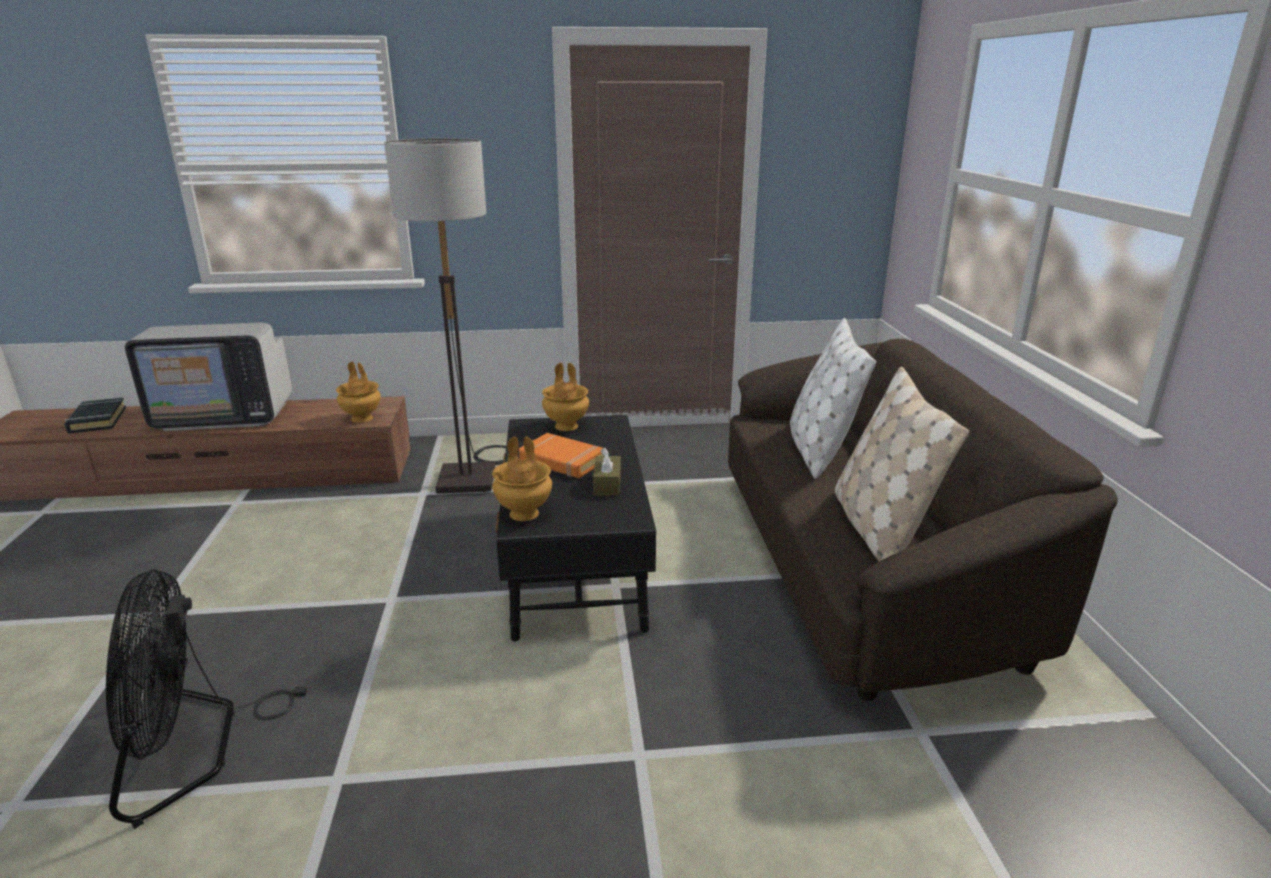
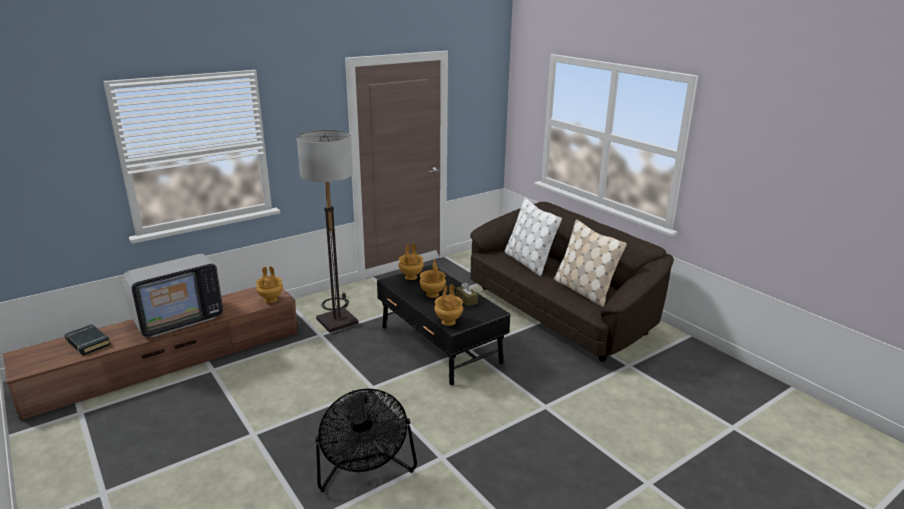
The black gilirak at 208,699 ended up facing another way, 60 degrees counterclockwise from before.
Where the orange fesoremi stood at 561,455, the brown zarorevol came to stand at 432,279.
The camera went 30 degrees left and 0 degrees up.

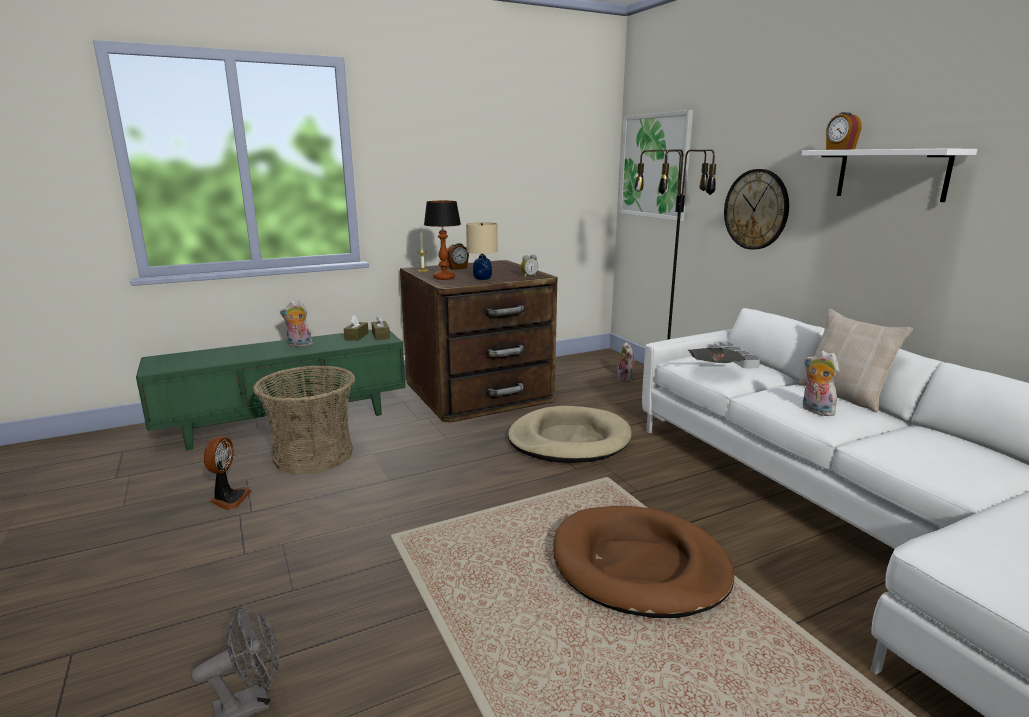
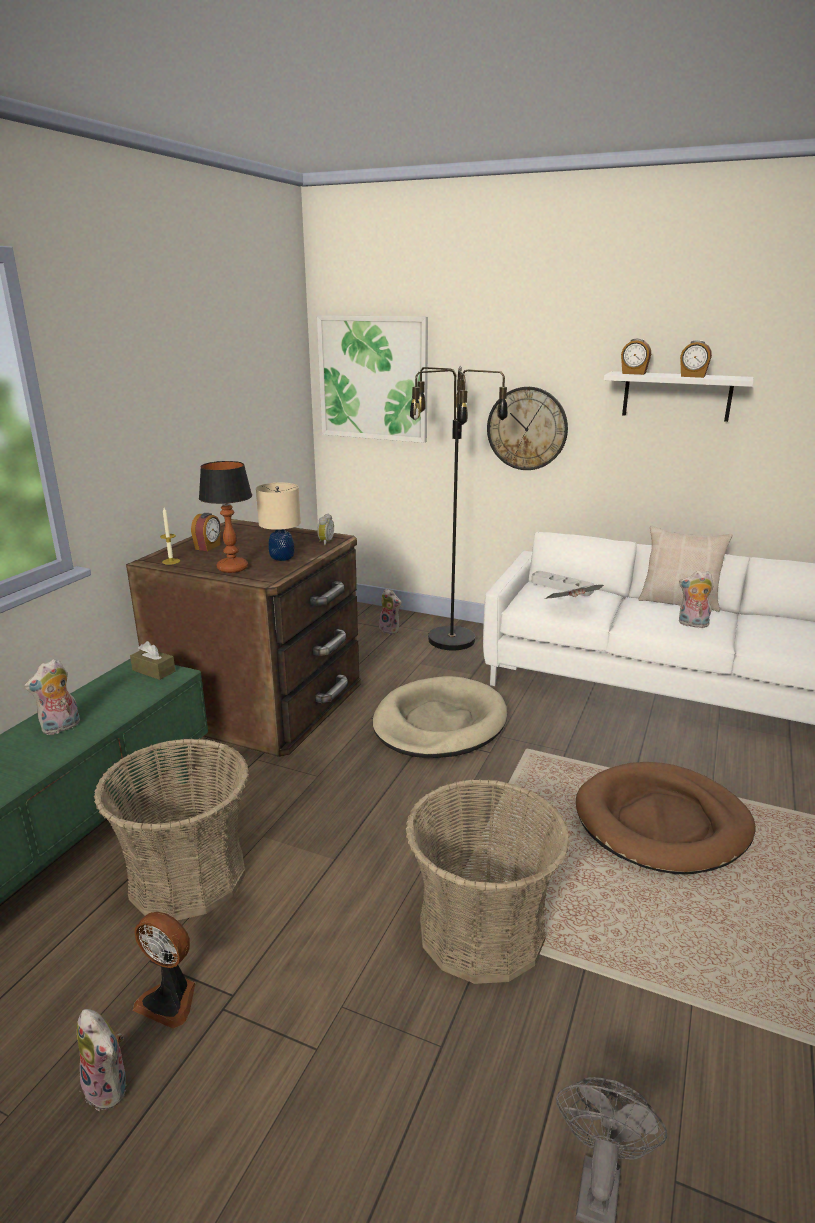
The second view gained the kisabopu at 101,1060.
The gilirak at 227,473 ended up facing another way, 150 degrees clockwise from before.
The second view gained the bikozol at 488,881.
The second view gained the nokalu at 696,359.
The second view lost the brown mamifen at 356,328.
The camera went 40 degrees left and 5 degrees up.

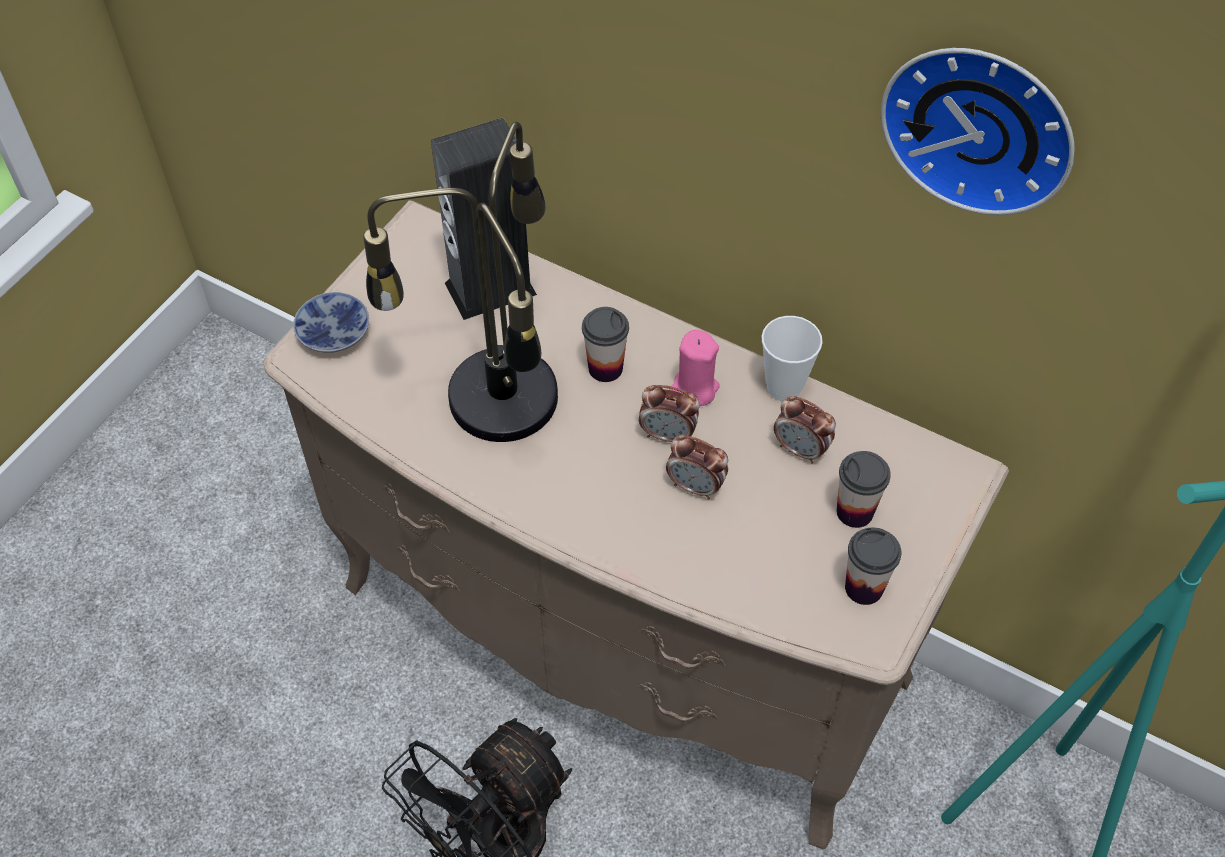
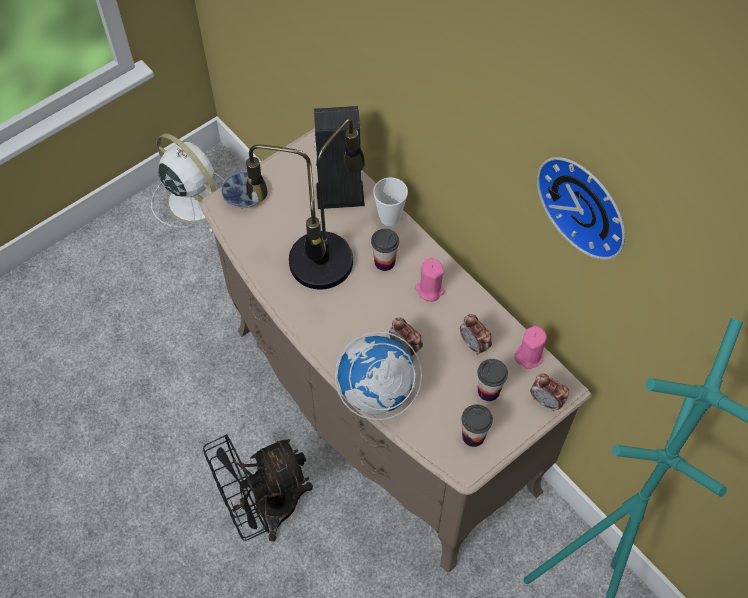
The second view gained the white gilirak at 188,183.
The second view gained the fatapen at 378,376.
The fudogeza ended up elsewhere, having gone from 792,358 to 390,202.
The second view gained the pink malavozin at 531,347.
The nokalu ended up elsewhere, having gone from 669,413 to 549,392.
The camera went 20 degrees right and 5 degrees up.

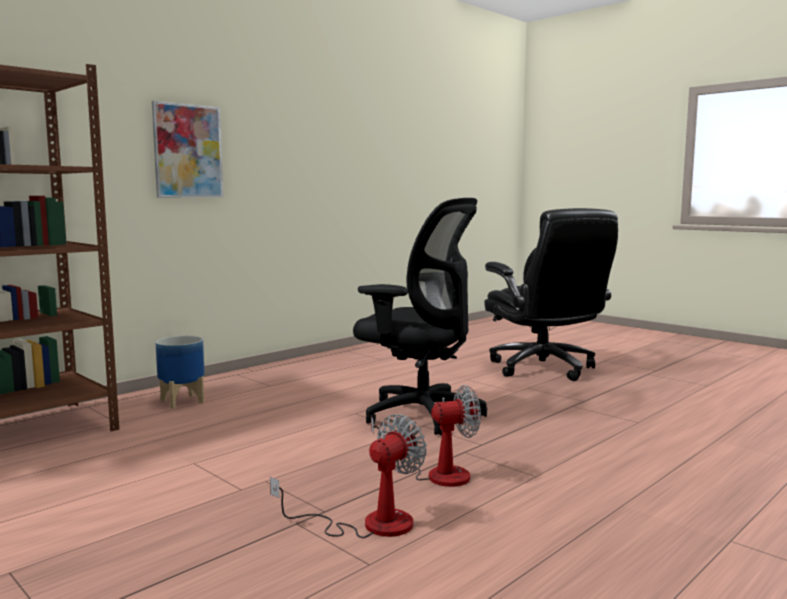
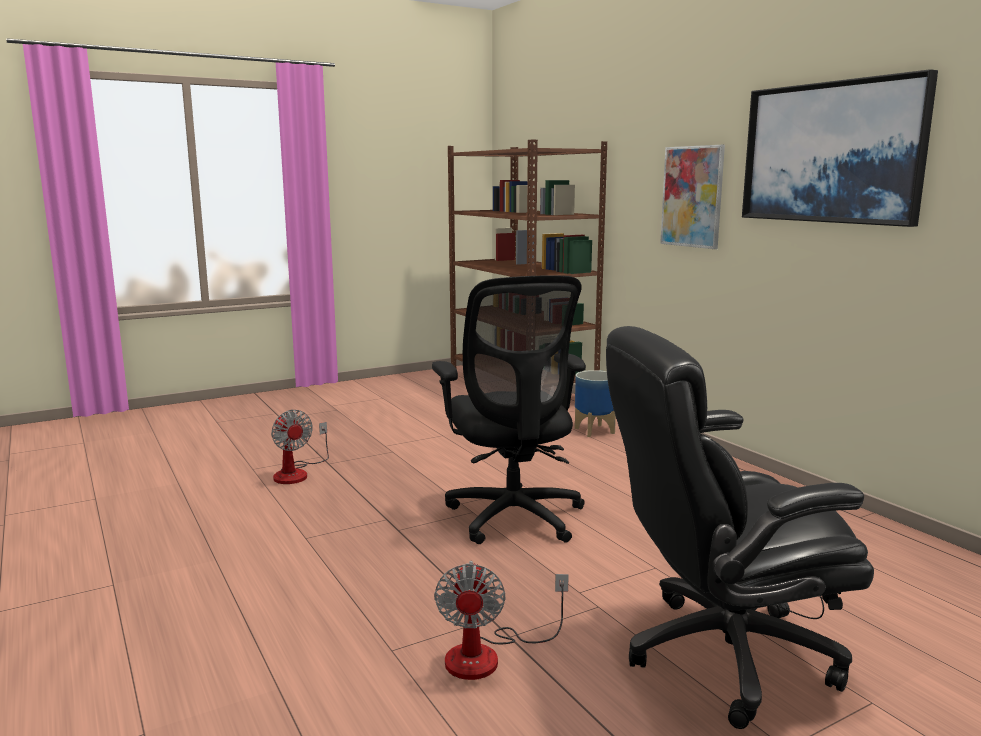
The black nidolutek at 420,316 ended up facing another way, 60 degrees counterclockwise from before.
The gilirak ended up elsewhere, having gone from 426,436 to 501,620.
The second view gained the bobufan at 840,148.
The camera went 105 degrees right and 5 degrees up.

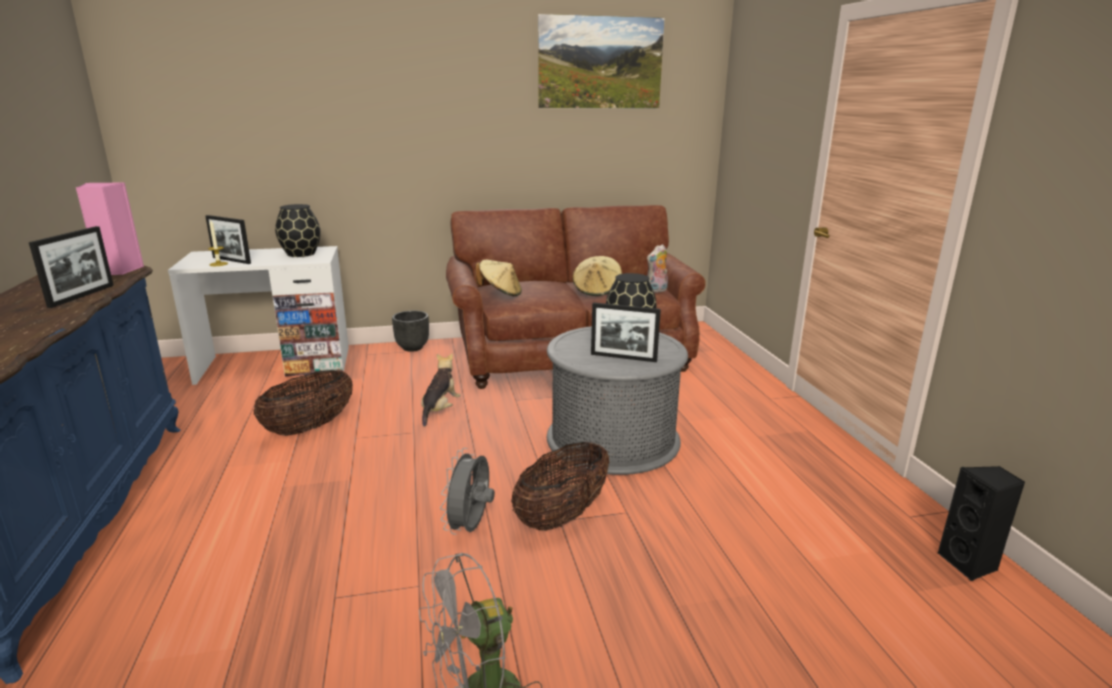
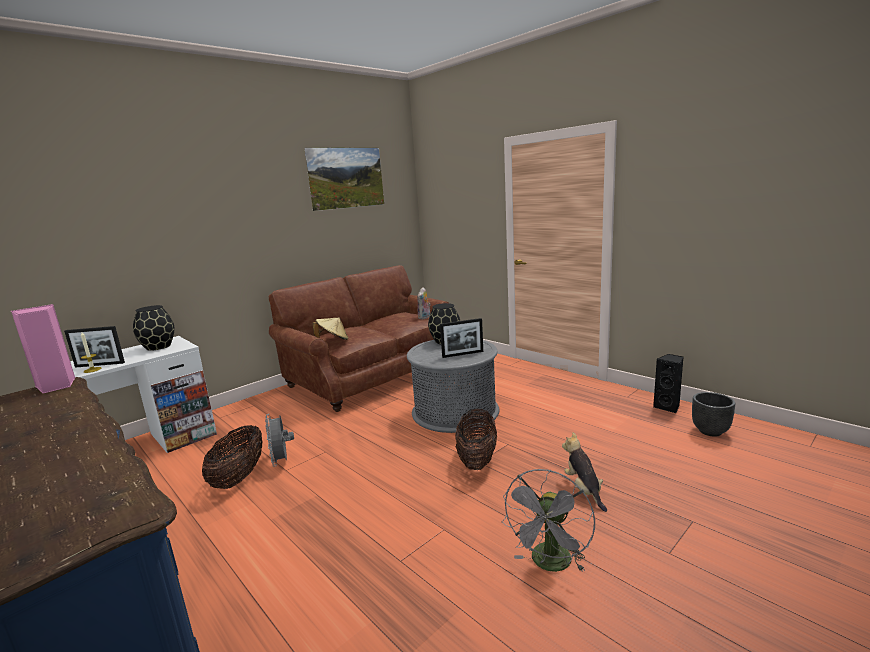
The grey gilirak ended up elsewhere, having gone from 467,491 to 279,440.
The kisabopu ended up elsewhere, having gone from 441,390 to 584,472.
The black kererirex ended up elsewhere, having gone from 410,331 to 713,414.
The second view lost the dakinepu at 71,267.
The second view lost the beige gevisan at 597,276.
The camera went 30 degrees left and 5 degrees down.

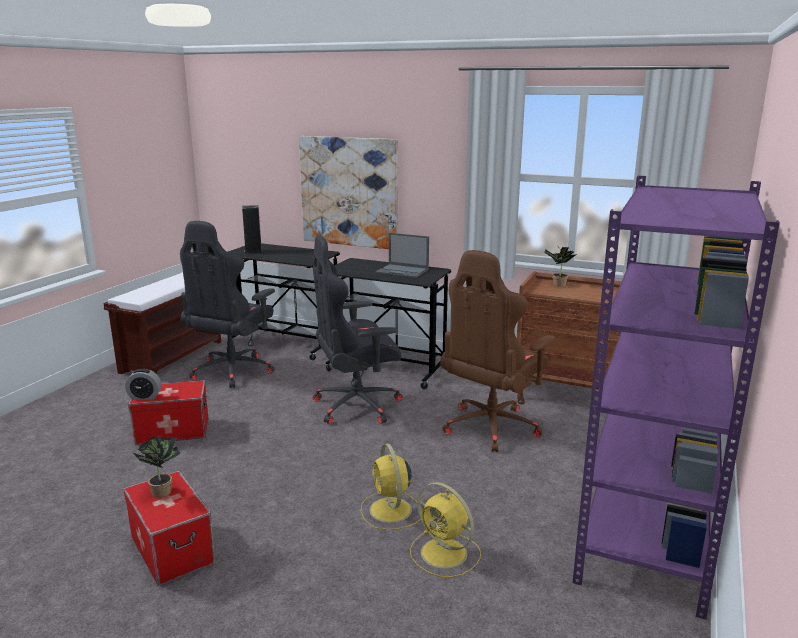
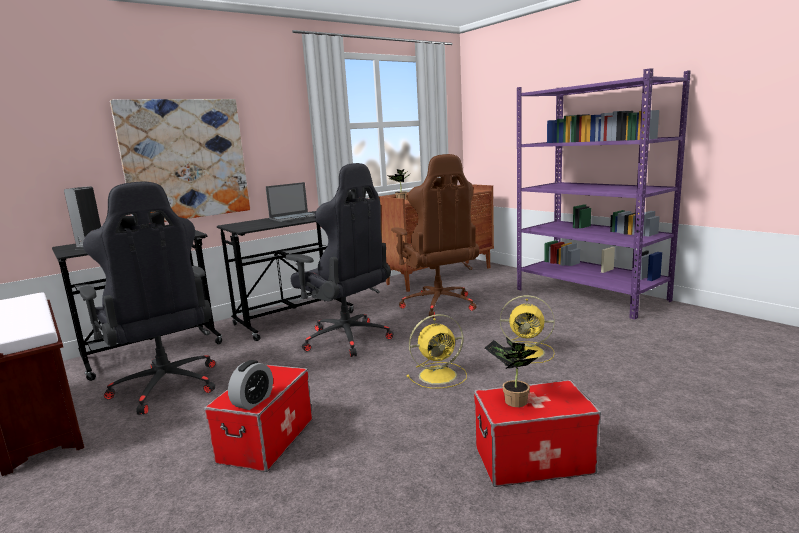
The black nidolutek at 358,329 ended up facing another way, 60 degrees counterclockwise from before.
The yellow gilirak ended up elsewhere, having gone from 445,530 to 437,351.
The camera went 60 degrees left and 5 degrees down.

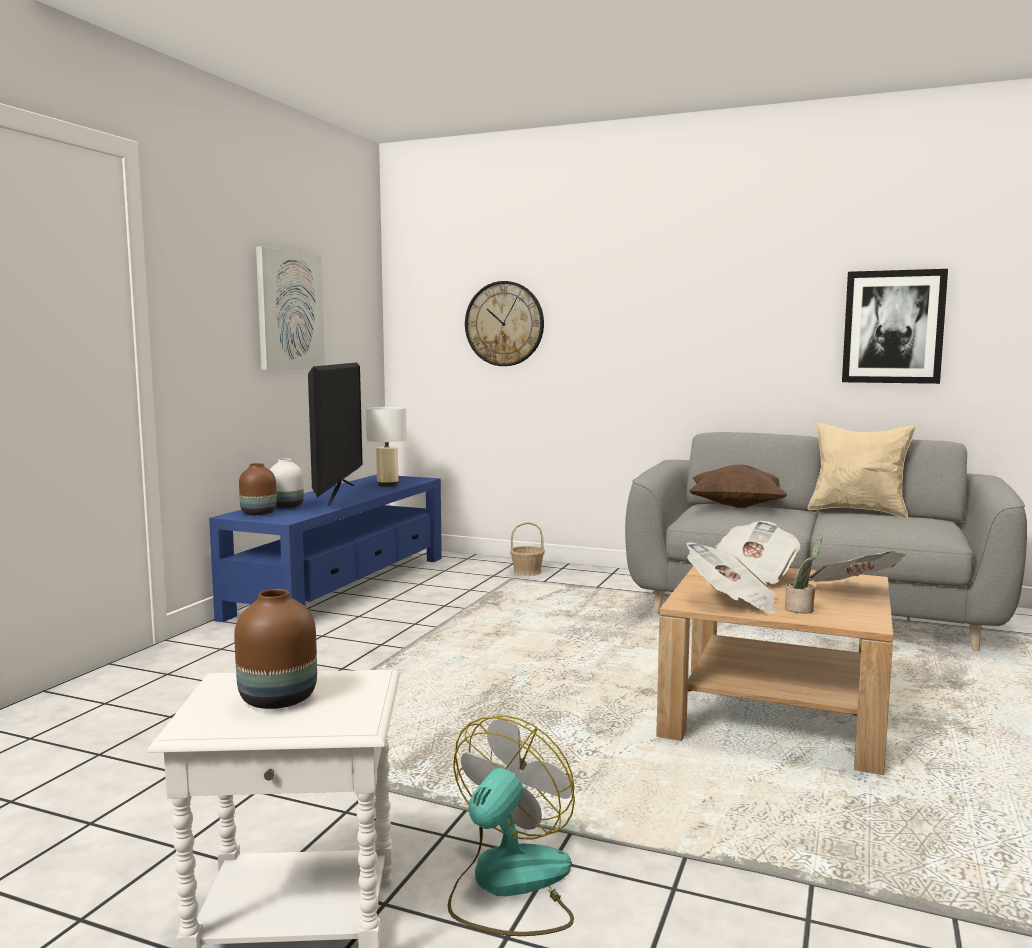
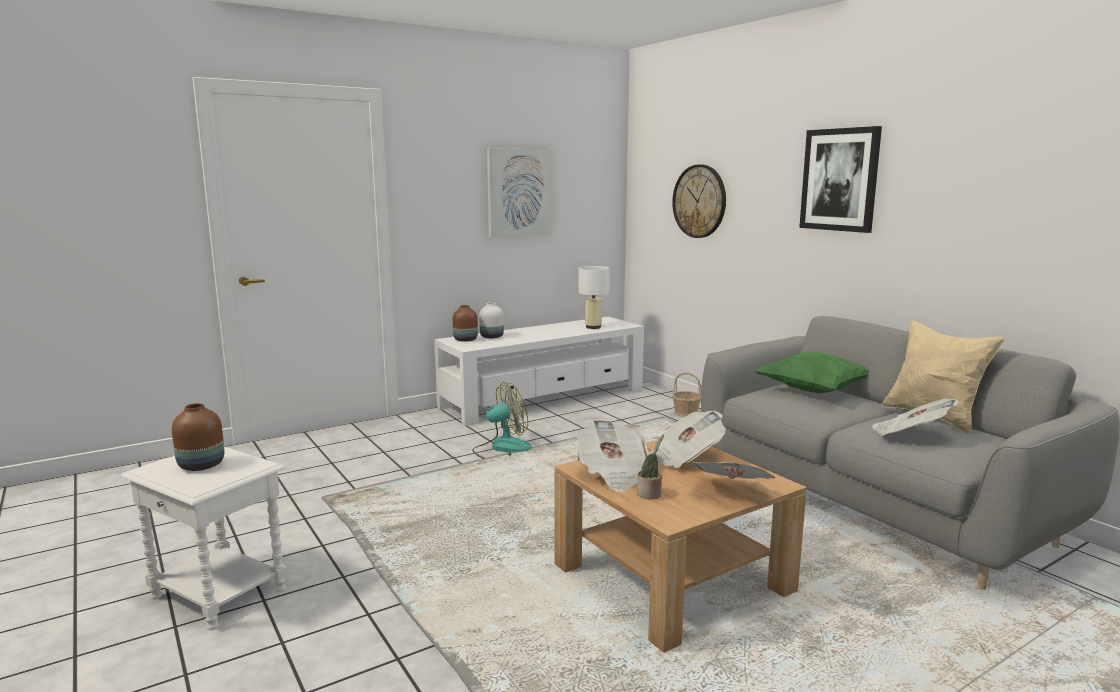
What was the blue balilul at 325,548 turned into the white balilul at 539,371.
The gilirak ended up elsewhere, having gone from 511,825 to 502,420.
What was the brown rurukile at 738,486 turned into the green rurukile at 811,372.
The bobufan ended up elsewhere, having gone from 895,326 to 840,179.
The second view gained the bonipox at 915,417.
The second view lost the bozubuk at 335,434.
The camera went 35 degrees right and 5 degrees up.

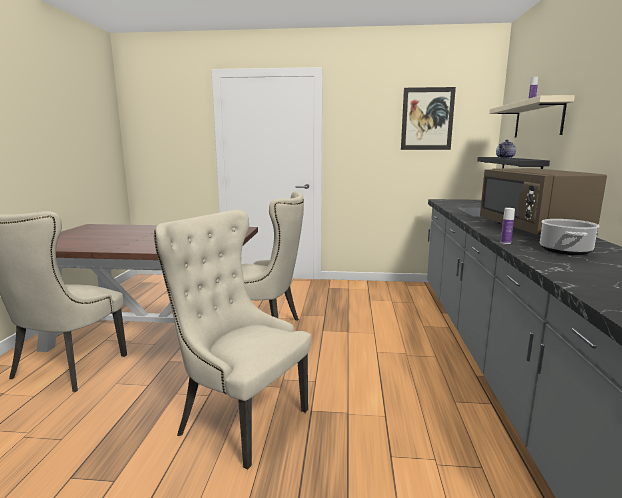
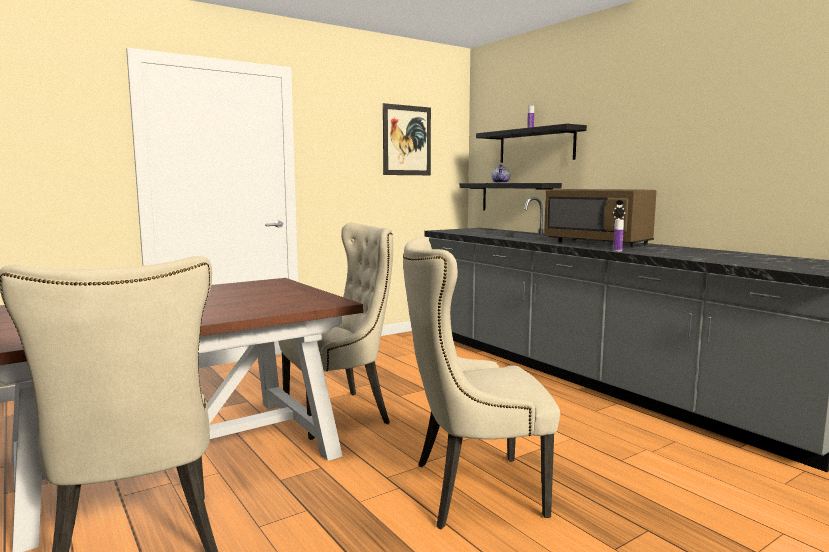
What was the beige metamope at 532,116 turned into the black metamope at 531,143.
The second view lost the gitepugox at 570,237.
The camera went 40 degrees left and 5 degrees down.

